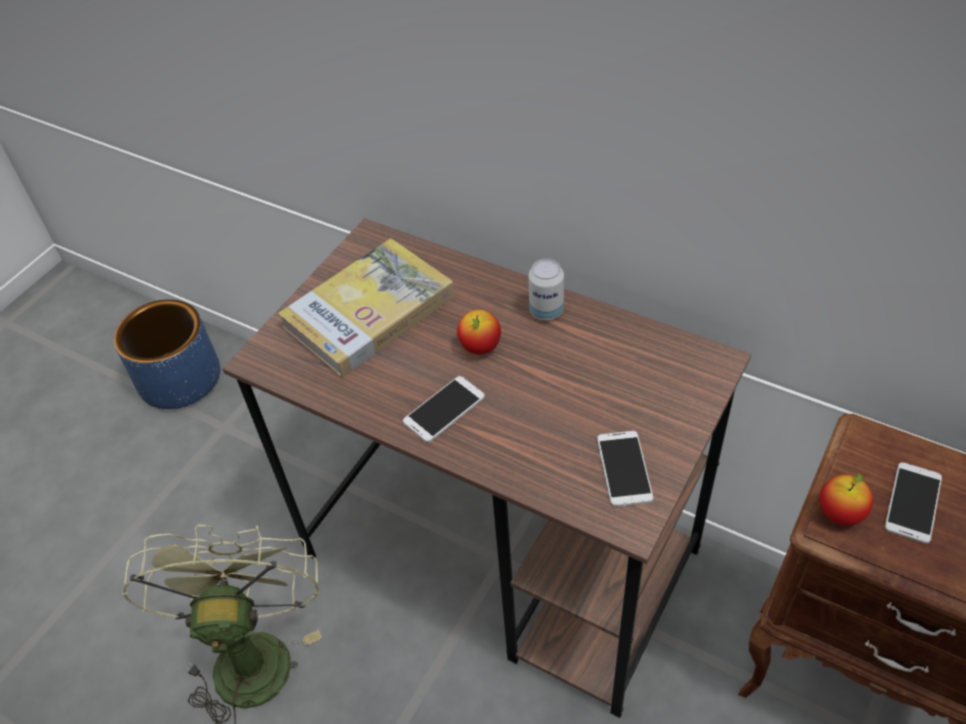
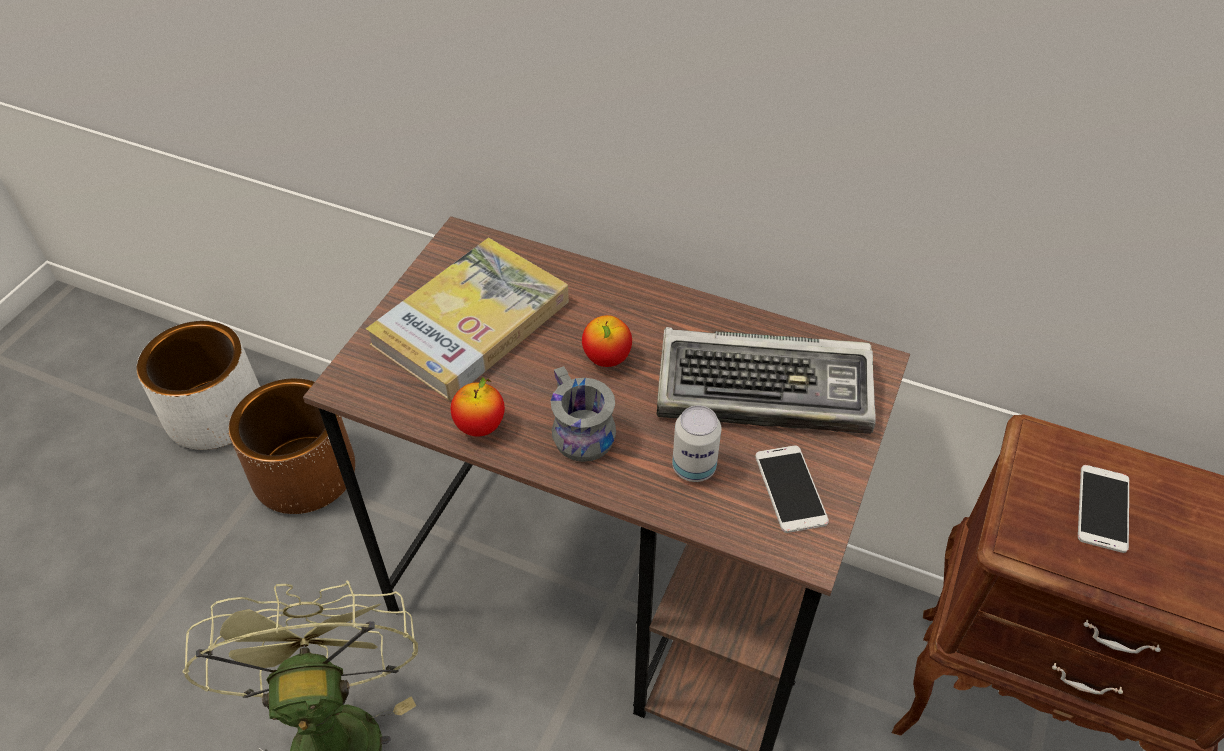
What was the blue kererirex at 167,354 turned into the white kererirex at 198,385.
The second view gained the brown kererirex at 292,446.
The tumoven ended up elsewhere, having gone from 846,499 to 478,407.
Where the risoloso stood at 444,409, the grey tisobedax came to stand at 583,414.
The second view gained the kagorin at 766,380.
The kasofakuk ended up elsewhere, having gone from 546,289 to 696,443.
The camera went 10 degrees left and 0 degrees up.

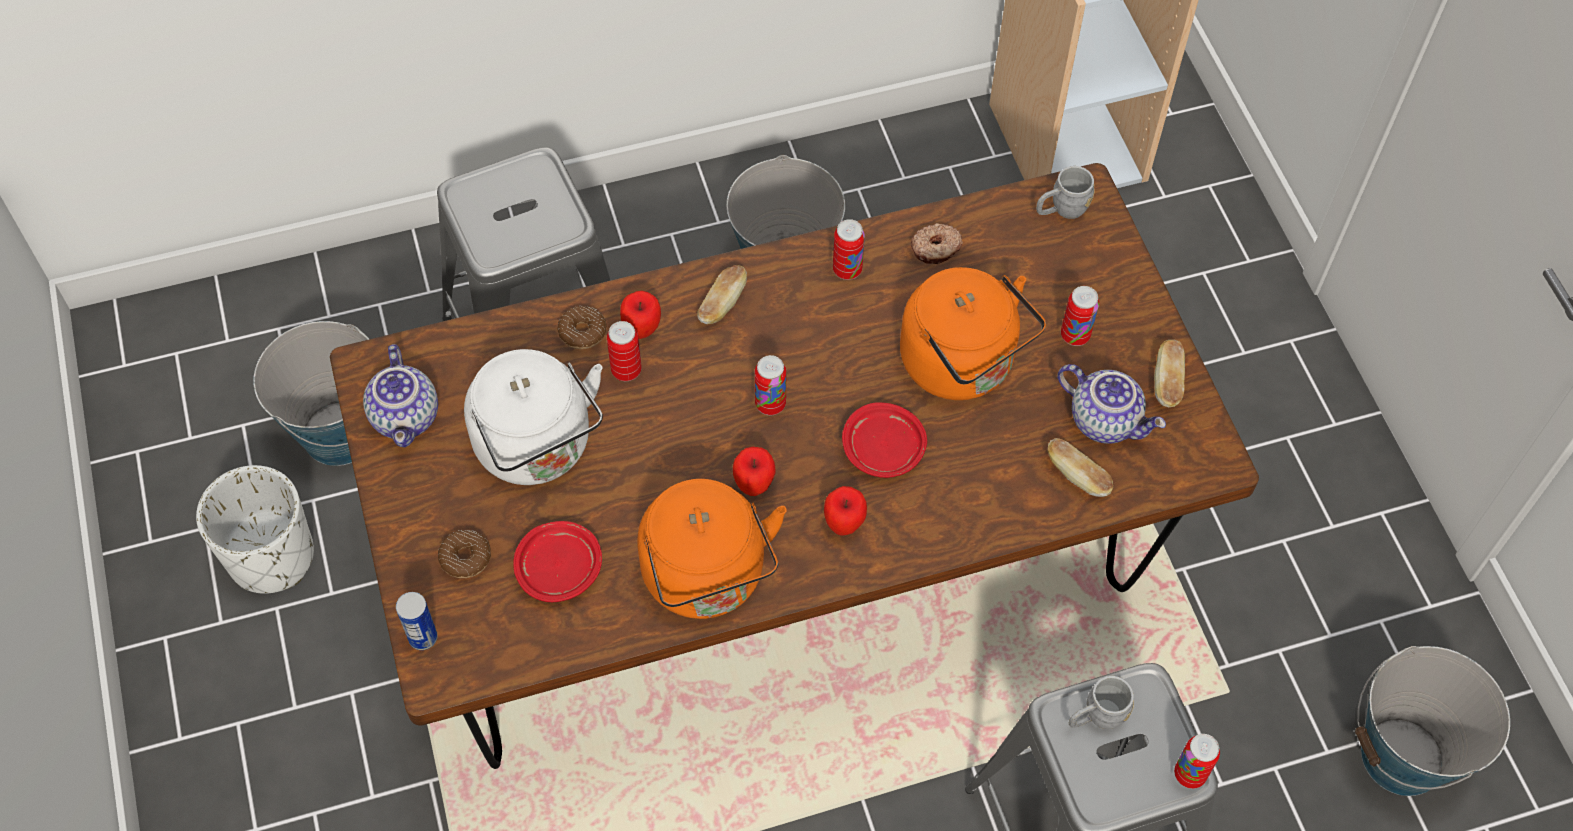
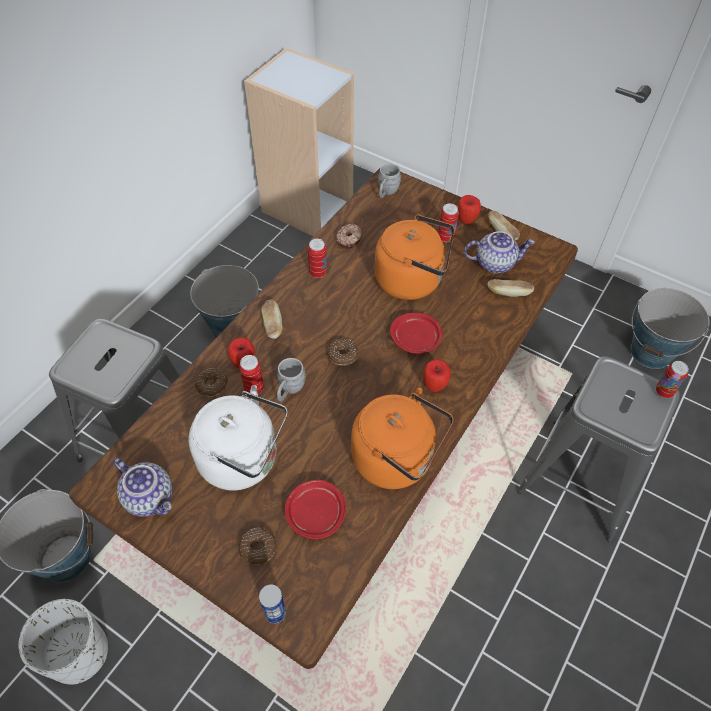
The grey tisobedax ended up elsewhere, having gone from 1101,702 to 291,380.
Where the kasofakuk stood at 771,385, the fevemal came to stand at 343,352.
The tumoven ended up elsewhere, having gone from 754,471 to 469,210.
The camera went 40 degrees left and 5 degrees down.

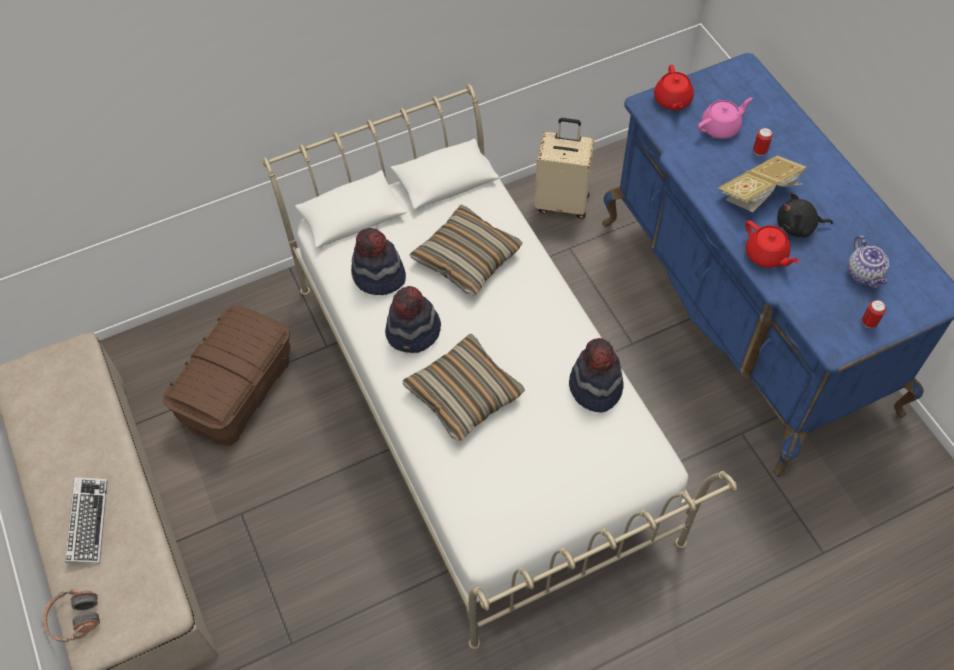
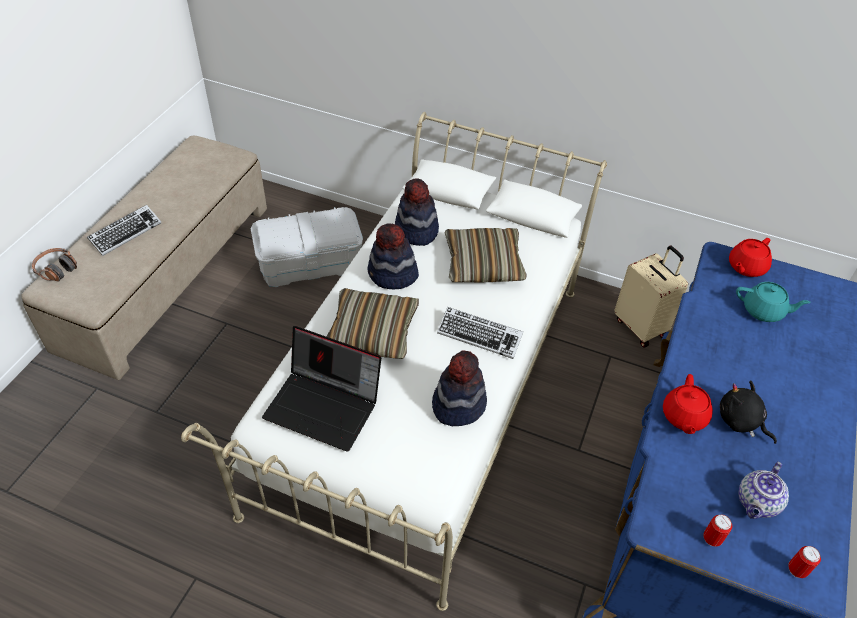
What was the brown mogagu at 227,376 turned into the white mogagu at 307,247.
The second view gained the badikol at 321,389.
The second view gained the kagorin at 480,333.
What was the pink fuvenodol at 725,118 turned into the turquoise fuvenodol at 773,302.
The kasofakuk ended up elsewhere, having gone from 763,142 to 804,562.
The second view lost the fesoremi at 762,183.
The camera went 45 degrees right and 10 degrees down.

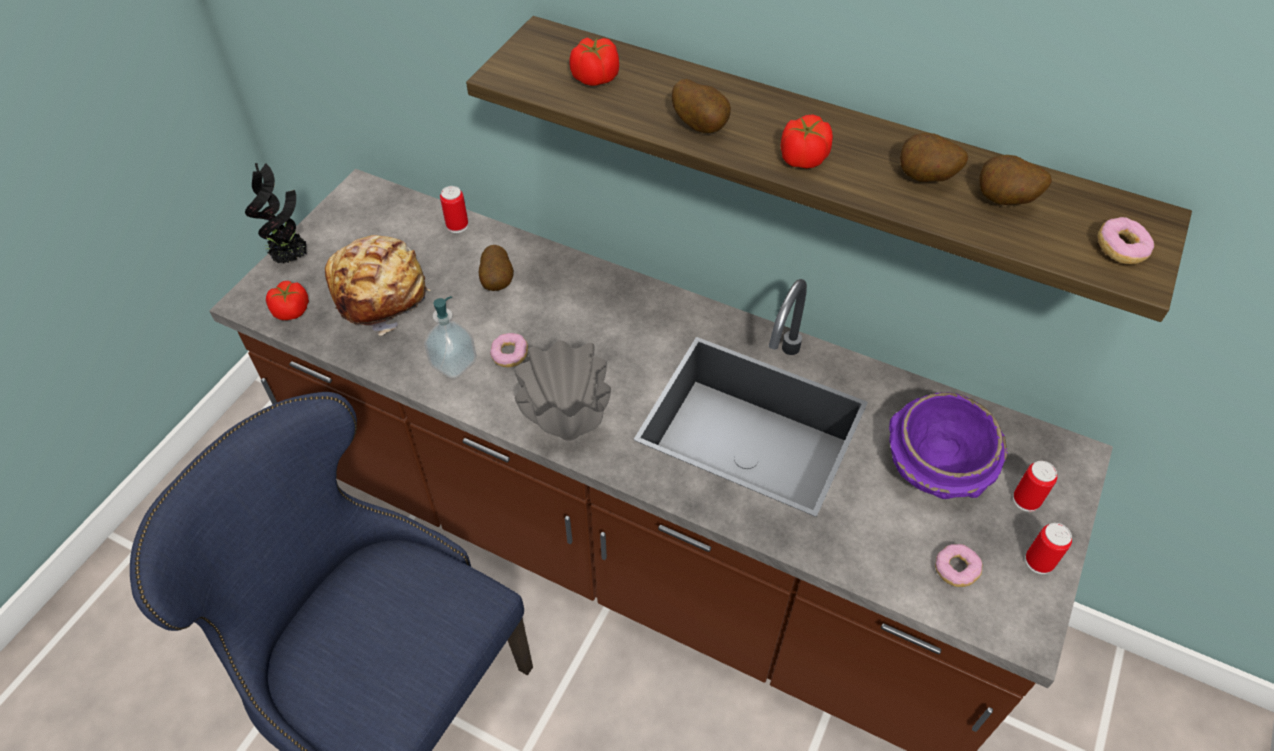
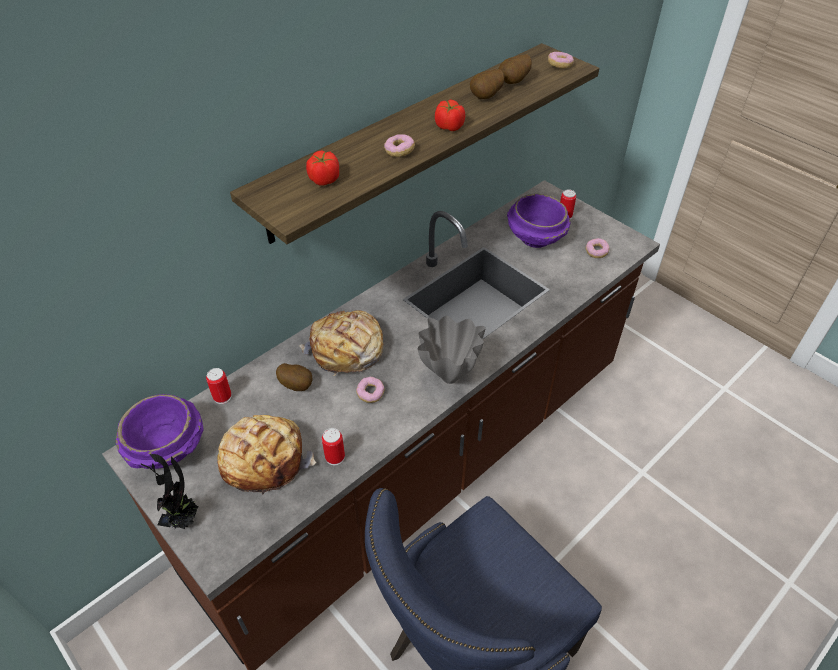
The second view gained the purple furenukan at 159,431.
The second view gained the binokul at 341,343.
The kasofakuk ended up elsewhere, having gone from 1048,548 to 333,446.
Where the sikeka stood at 701,106, the fevemal came to stand at 399,145.
The second view lost the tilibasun at 287,300.
The second view lost the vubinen at 450,337.
The camera went 70 degrees left and 5 degrees down.

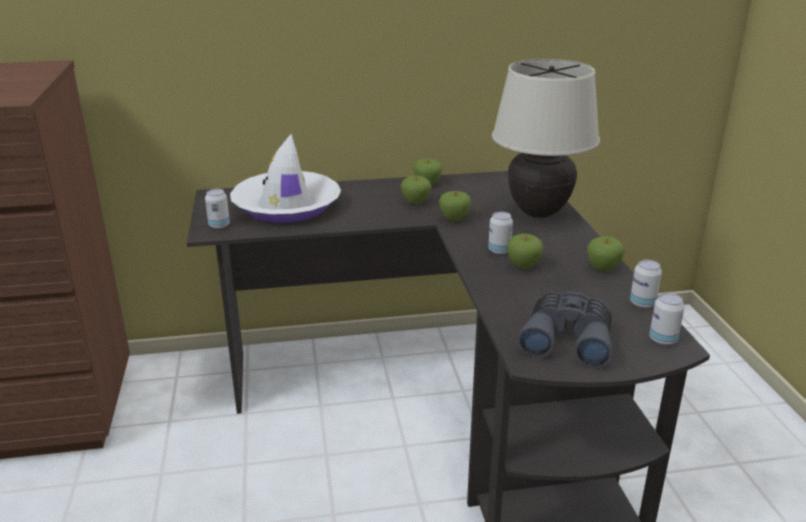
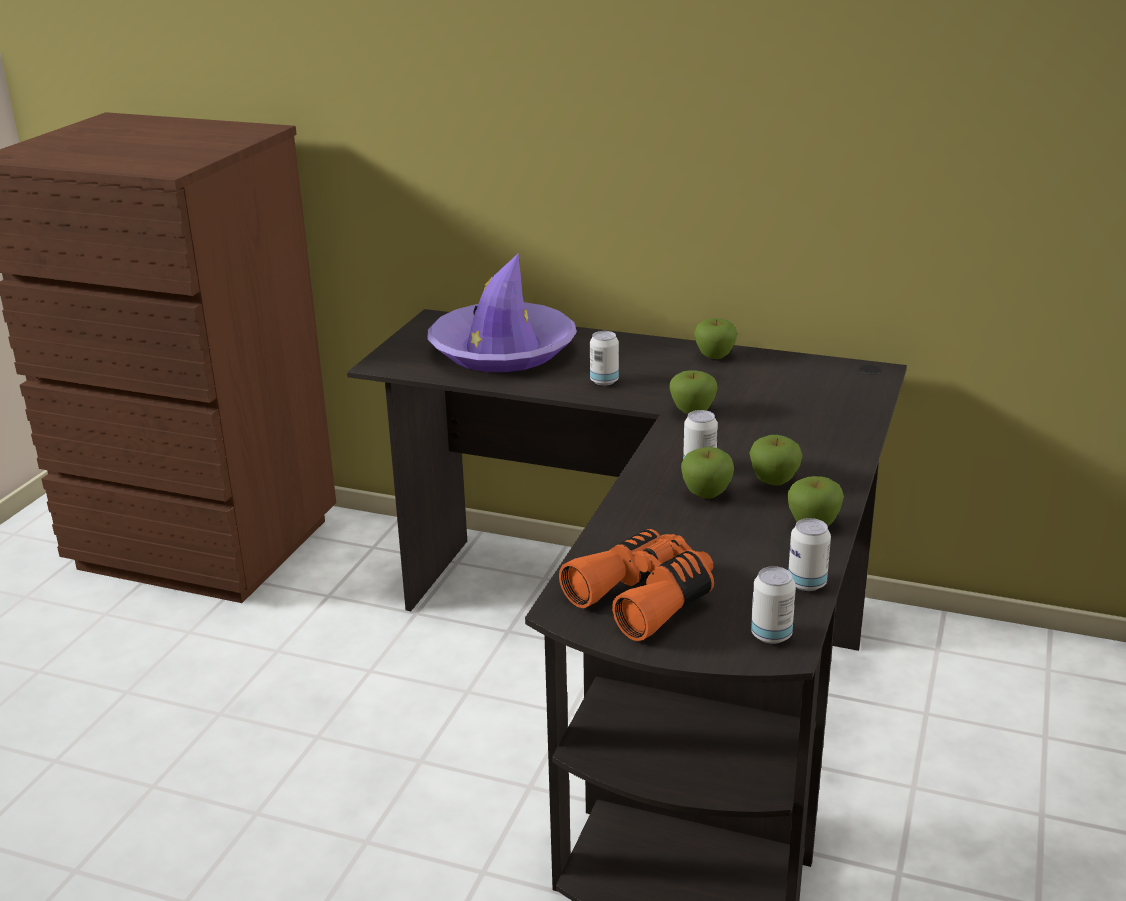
What was the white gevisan at 285,178 turned into the purple gevisan at 502,313.
What was the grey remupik at 565,329 turned into the orange remupik at 636,585.
The kasofakuk ended up elsewhere, having gone from 217,209 to 604,358.
The tumoven ended up elsewhere, having gone from 416,190 to 776,460.
The second view lost the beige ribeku at 546,138.
The camera went 30 degrees right and 0 degrees up.

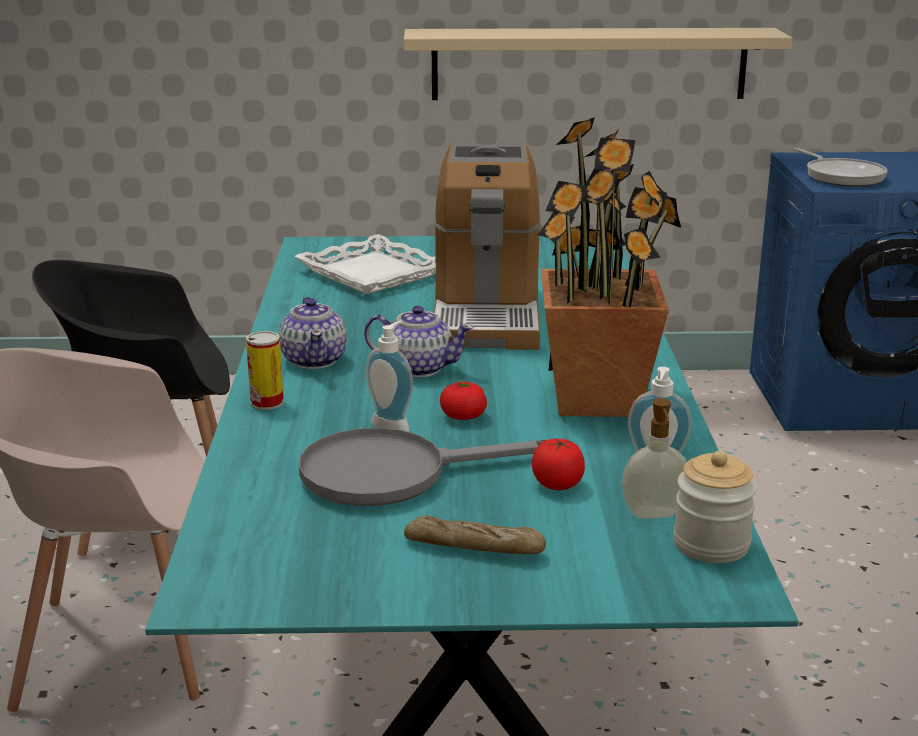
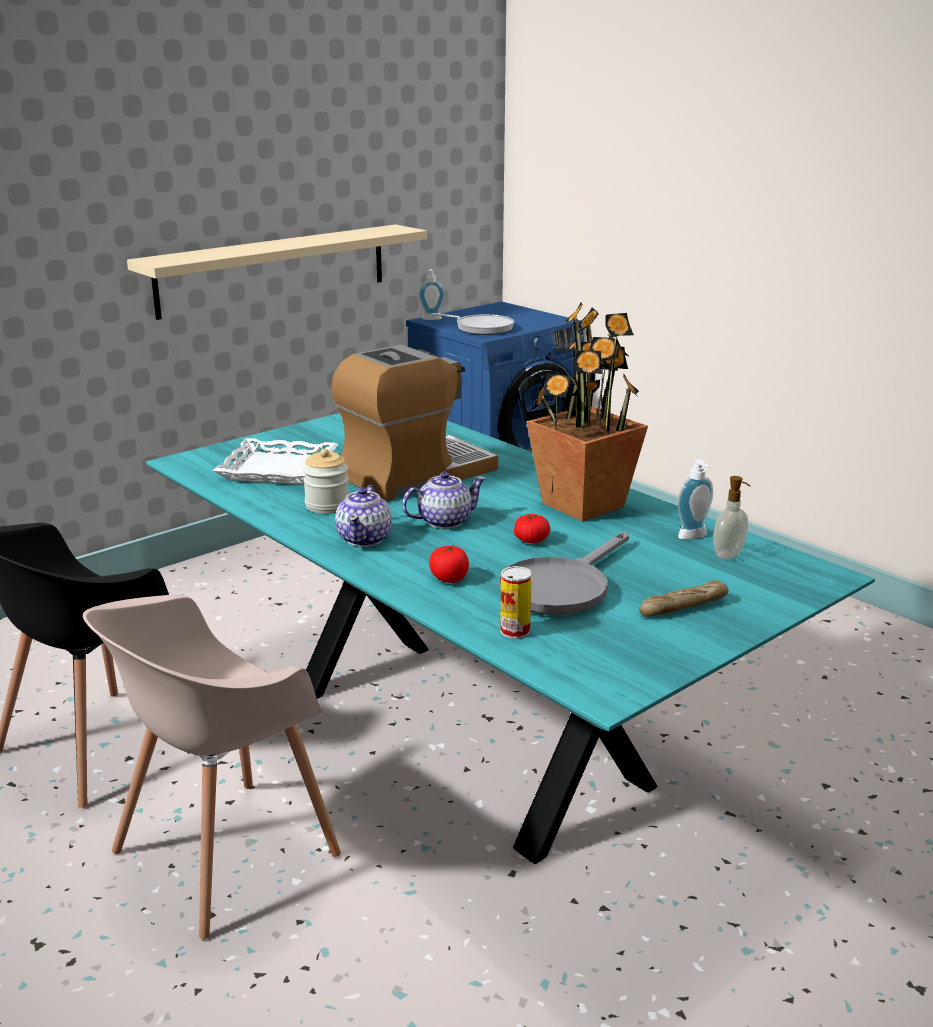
The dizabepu ended up elsewhere, having gone from 715,507 to 326,481.
The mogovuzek at 487,247 ended up facing another way, 90 degrees counterclockwise from before.
The fuvenodol at 313,333 ended up facing another way, 60 degrees clockwise from before.
The vubinen ended up elsewhere, having gone from 389,376 to 431,294.
The tilibasun ended up elsewhere, having gone from 558,464 to 449,564.
The kasofakuk ended up elsewhere, having gone from 265,370 to 516,602.
The camera went 40 degrees left and 0 degrees up.

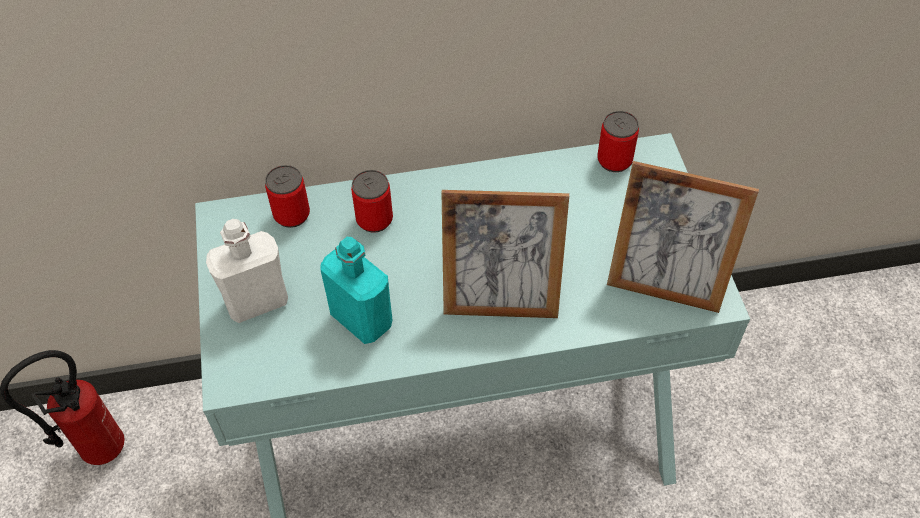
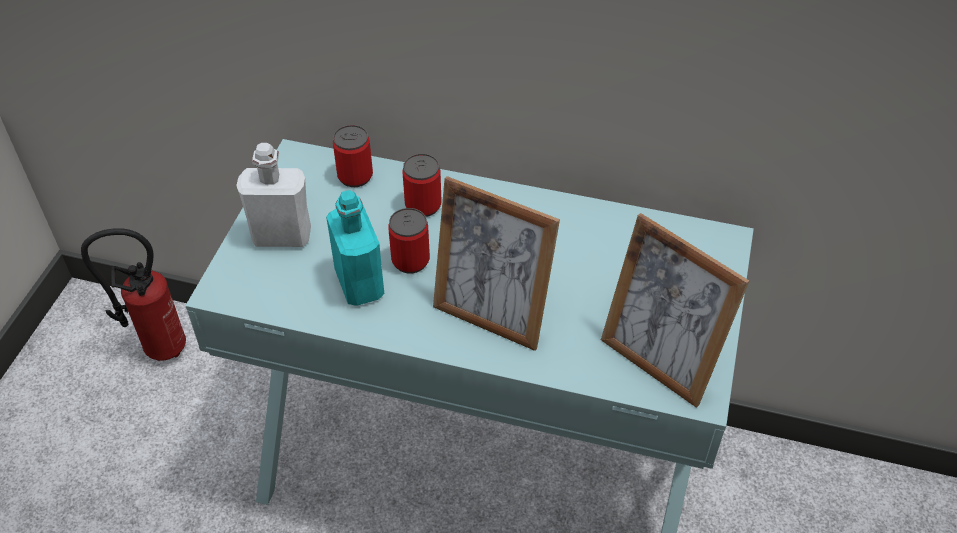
The kasofakuk ended up elsewhere, having gone from 618,141 to 409,240.
The camera went 25 degrees right and 5 degrees down.

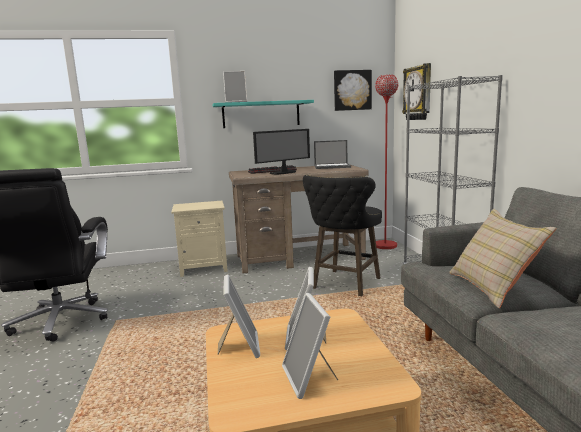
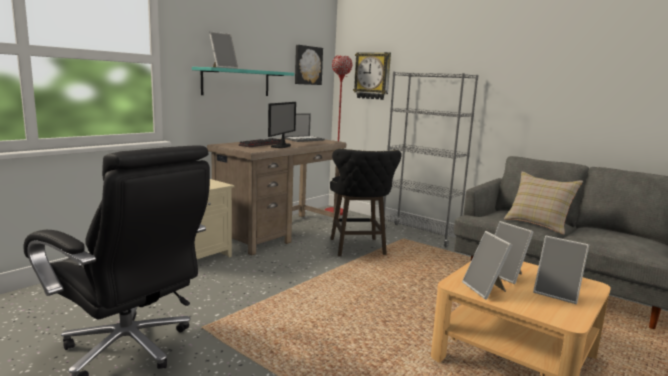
The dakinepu at 239,316 ended up facing another way, 150 degrees counterclockwise from before.
The camera went 40 degrees left and 0 degrees up.

